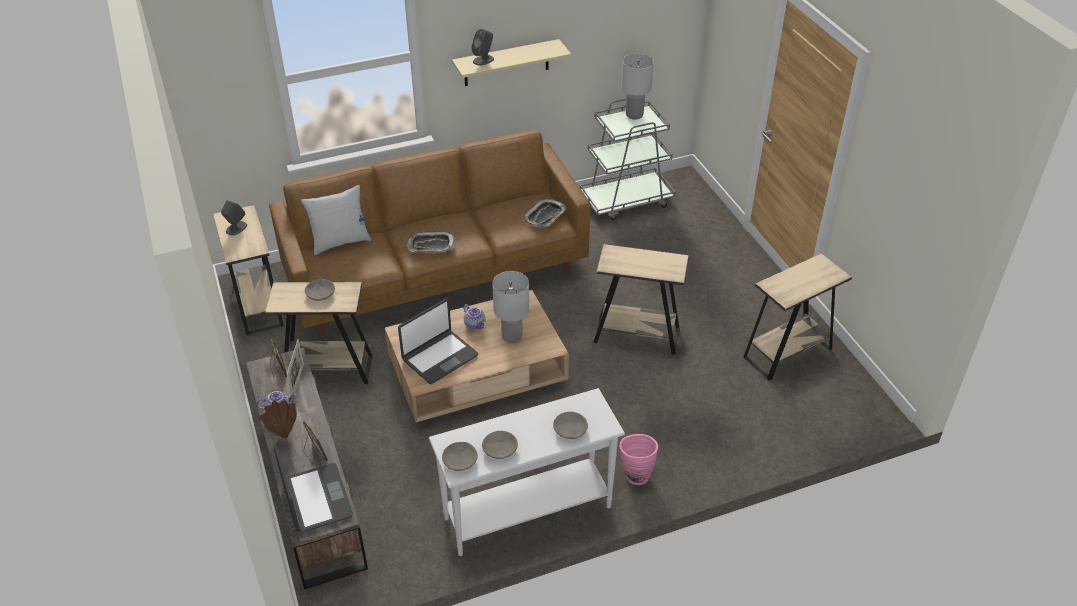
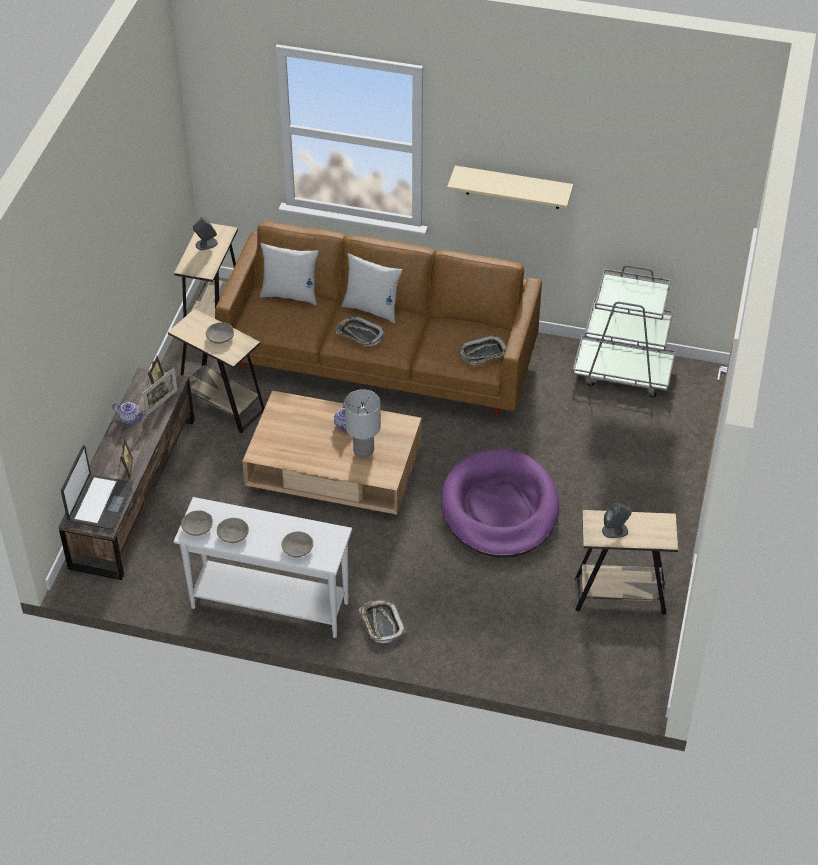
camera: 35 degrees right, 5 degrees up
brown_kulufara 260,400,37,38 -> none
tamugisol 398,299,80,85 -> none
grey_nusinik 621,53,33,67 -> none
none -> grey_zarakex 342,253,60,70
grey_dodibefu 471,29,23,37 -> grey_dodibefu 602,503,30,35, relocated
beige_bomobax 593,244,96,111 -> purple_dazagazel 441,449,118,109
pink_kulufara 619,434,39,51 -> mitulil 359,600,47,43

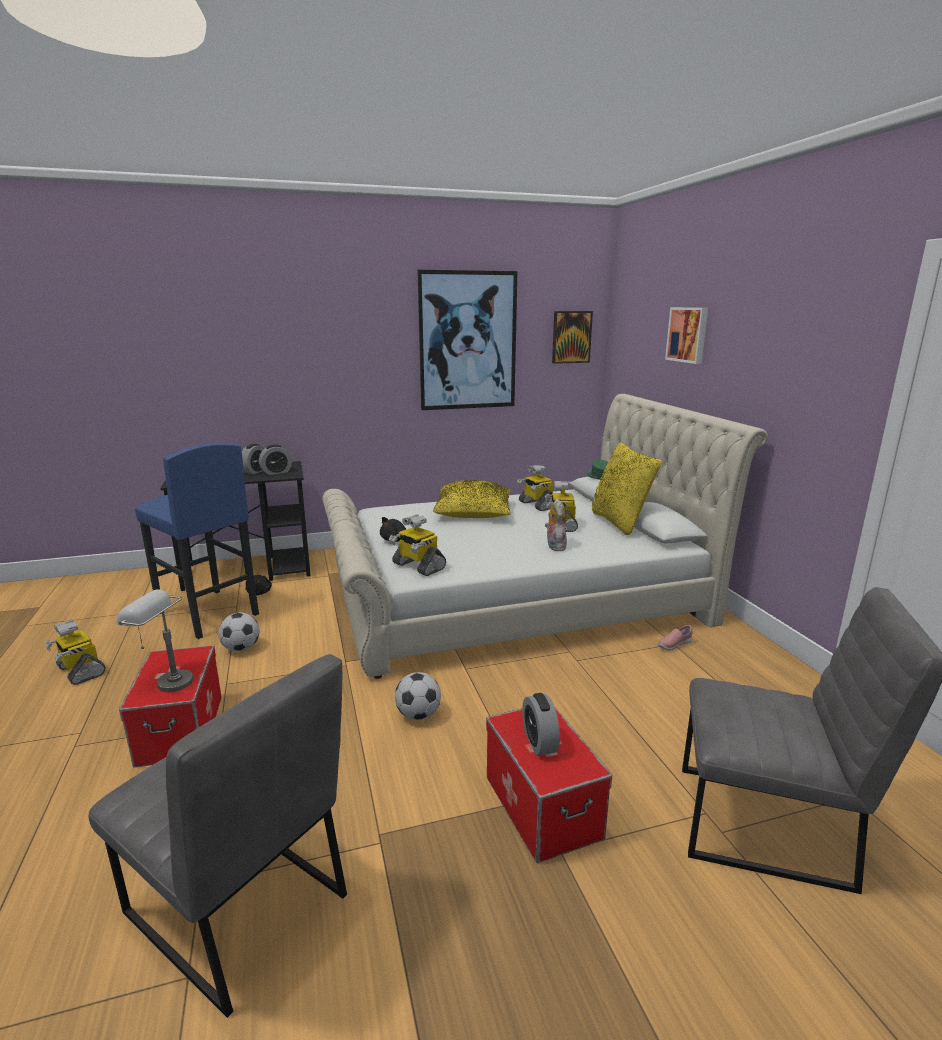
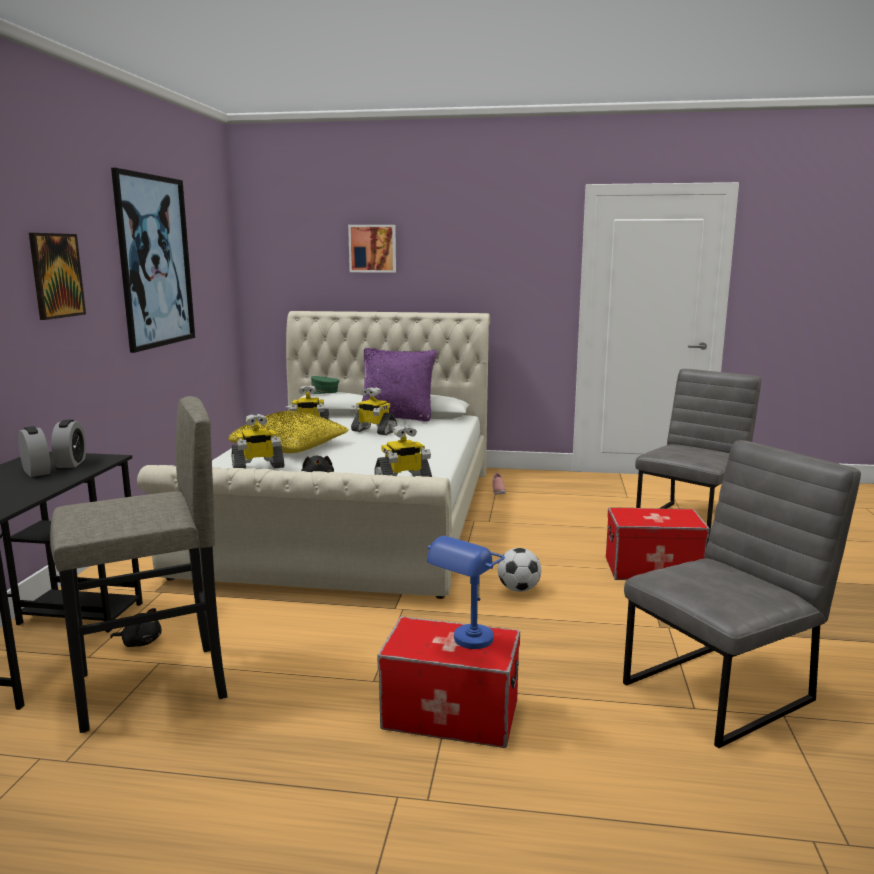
camera: 65 degrees left, 5 degrees down
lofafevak 218,612,42,40 -> none
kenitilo 522,693,38,63 -> none
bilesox 545,499,22,52 -> none
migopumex 45,620,61,65 -> migopumex 232,414,52,55, relocated
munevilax 552,311,41,53 -> munevilax 29,233,57,87, relocated
grey_nusinik 116,589,77,103 -> blue_nusinik 427,536,78,113
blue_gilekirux 135,443,124,196 -> grey_gilekirux 50,396,178,337
yellow_zarakex 592,443,70,92 -> purple_zarakex 362,348,75,74

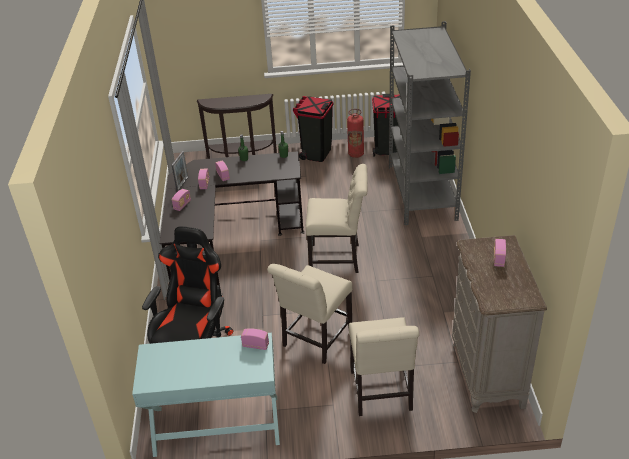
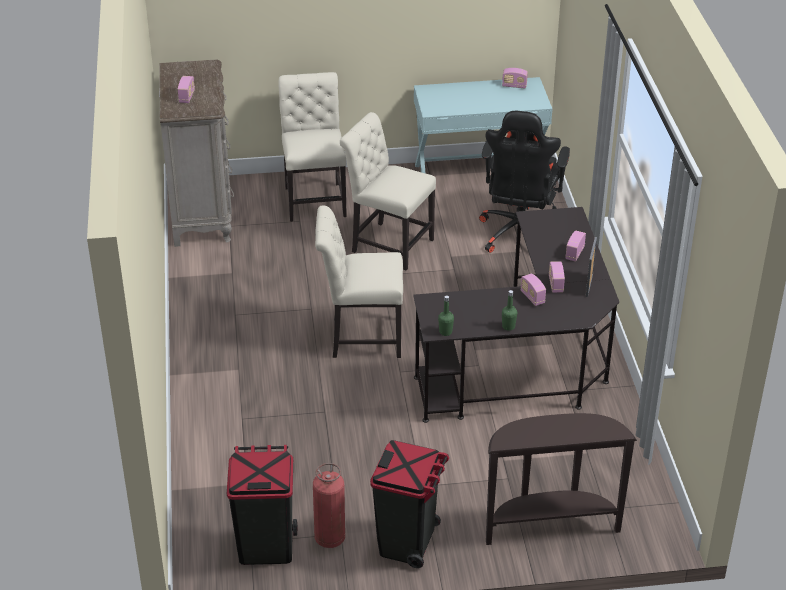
camera: 175 degrees right, 0 degrees up
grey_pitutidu 389,21,82,204 -> none
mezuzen 241,328,28,22 -> mezuzen 502,68,26,21, relocated
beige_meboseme 267,264,85,100 -> beige_meboseme 340,112,96,159, 90 degrees counterclockwise

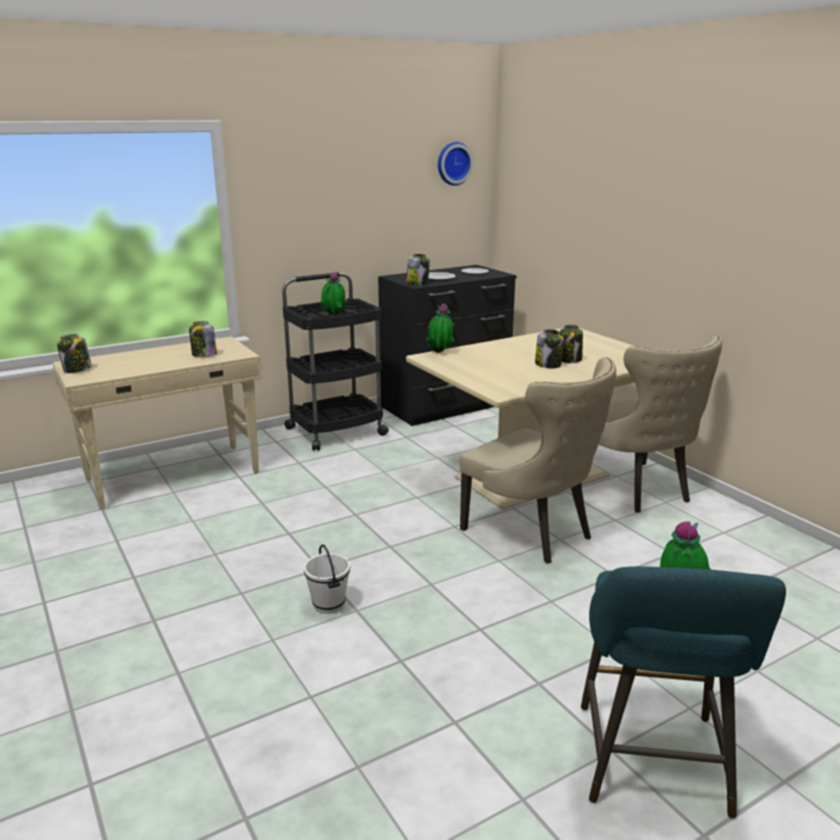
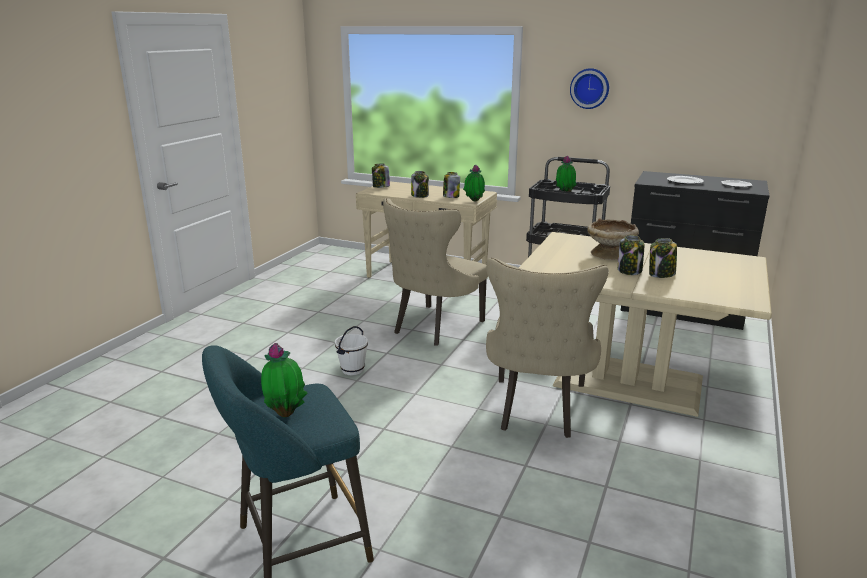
camera: 55 degrees right, 0 degrees up
none -> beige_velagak 587,218,52,42
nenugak 406,254,24,31 -> nenugak 411,171,18,27, relocated
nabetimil 426,303,29,50 -> nabetimil 463,165,22,37, relocated
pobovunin 438,142,35,44 -> pobovunin 570,68,39,41, relocated
beige_meboseme 599,336,123,177 -> beige_meboseme 383,198,105,148, relocated

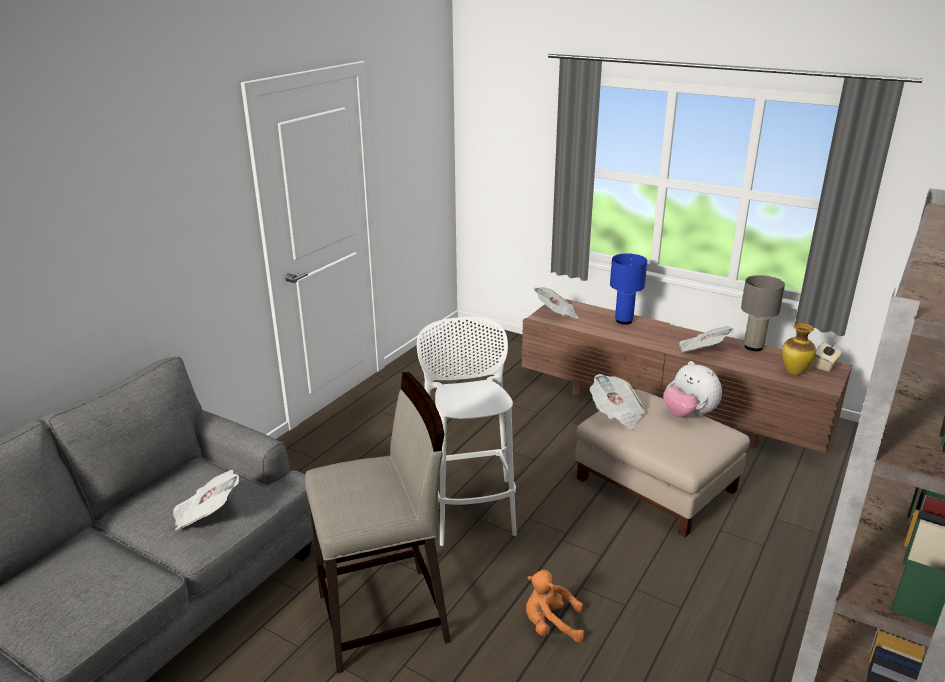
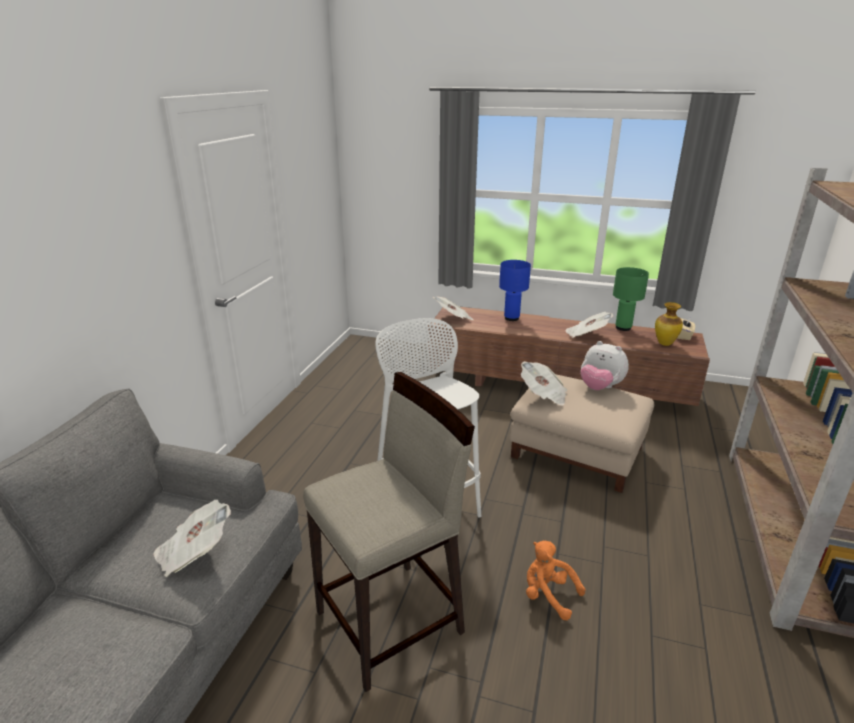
camera: 15 degrees left, 0 degrees up
grey_nusinik 741,275,44,76 -> green_nusinik 613,267,36,64
orange_bilesox 526,570,58,72 -> orange_bilesox 526,541,60,79, 45 degrees clockwise

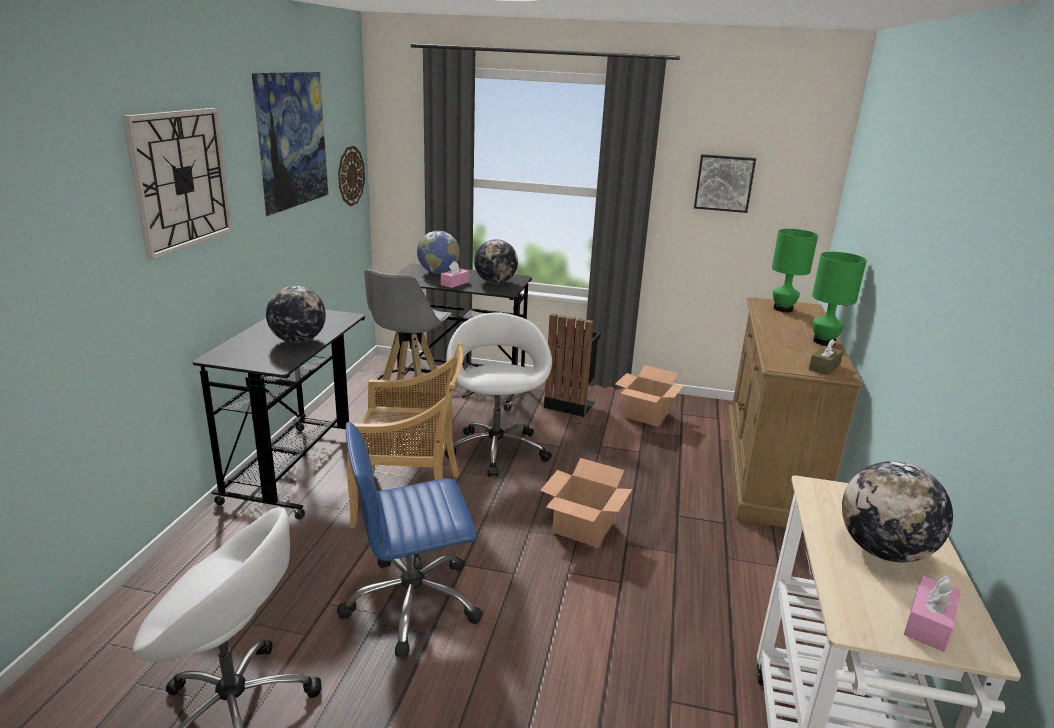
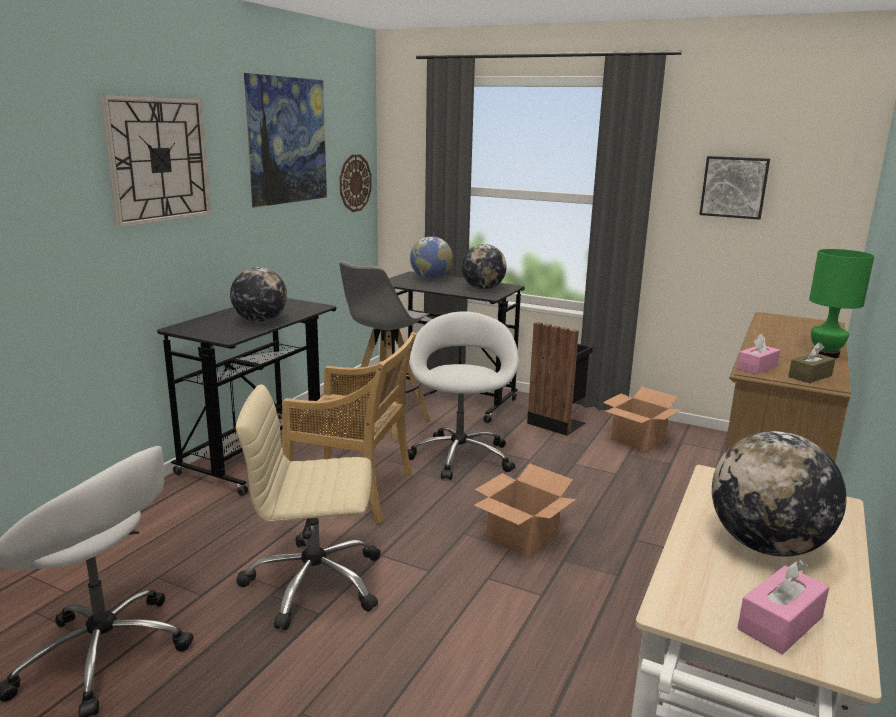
camera: 15 degrees right, 5 degrees down
green_nusinik 772,229,46,83 -> none
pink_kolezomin 441,261,28,27 -> pink_kolezomin 737,333,44,41, relocated
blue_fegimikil 337,422,146,235 -> beige_fegimikil 236,384,145,246

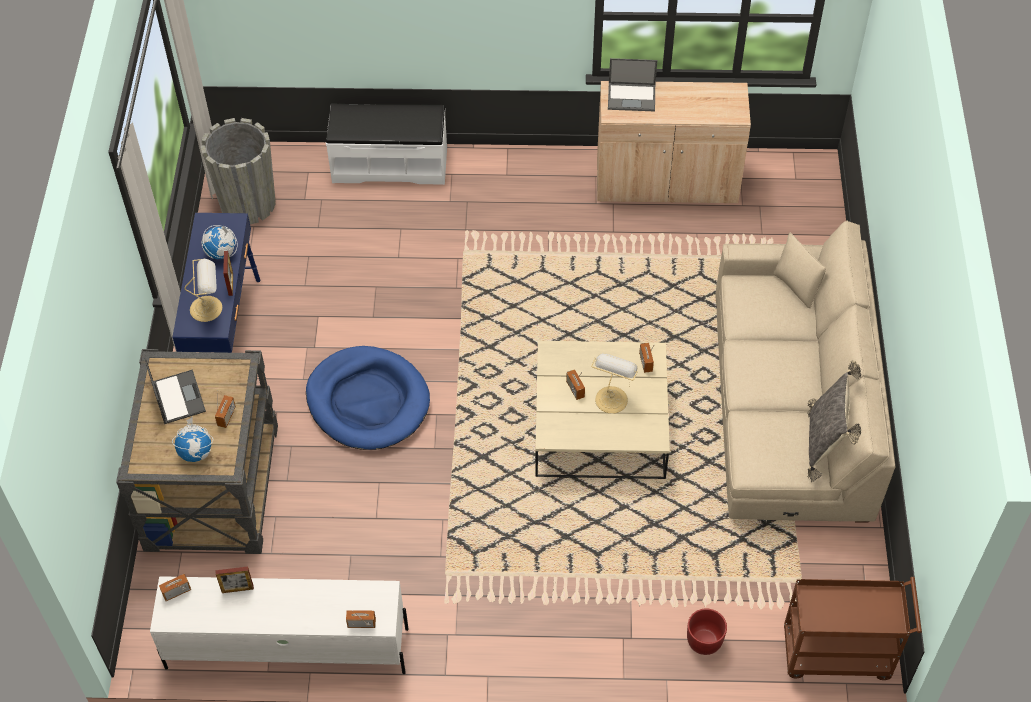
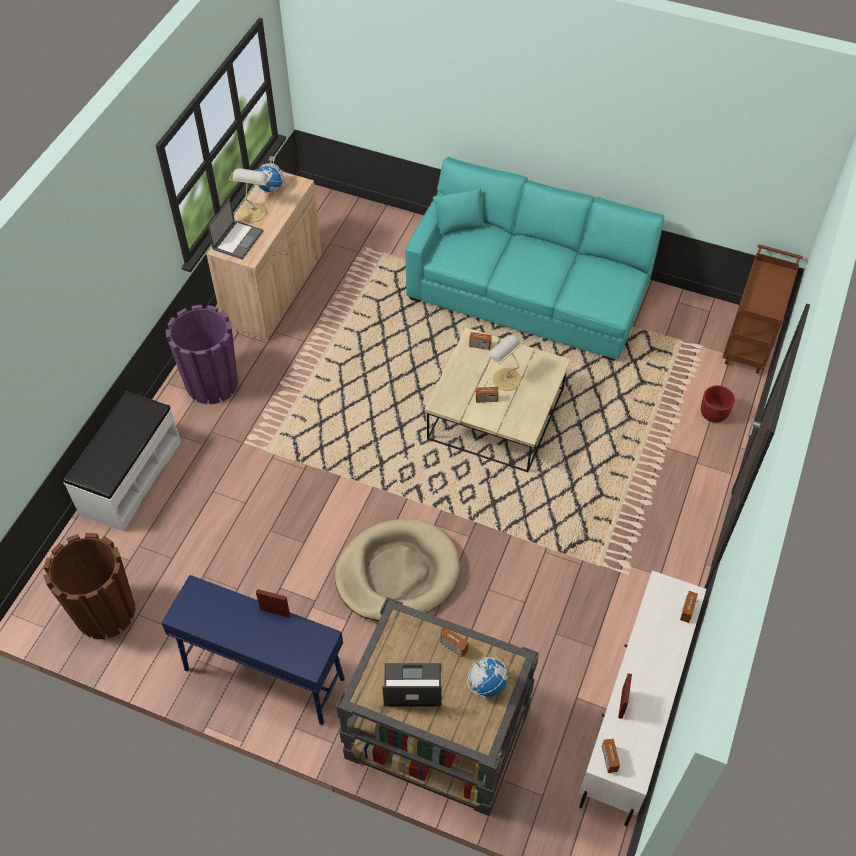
camera: 70 degrees left, 0 degrees up
zarakex 807,360,54,122 -> none
none -> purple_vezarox 166,305,72,99
nusinik 184,259,38,63 -> nusinik 229,168,39,54, relocated
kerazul 202,225,36,34 -> kerazul 255,156,30,36, relocated
grey_vezarox 200,118,76,106 -> brown_vezarox 43,533,93,106
blue_dazagazel 306,346,124,104 -> beige_dazagazel 335,519,125,102
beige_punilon 716,220,179,303 -> turquoise_punilon 405,157,259,204

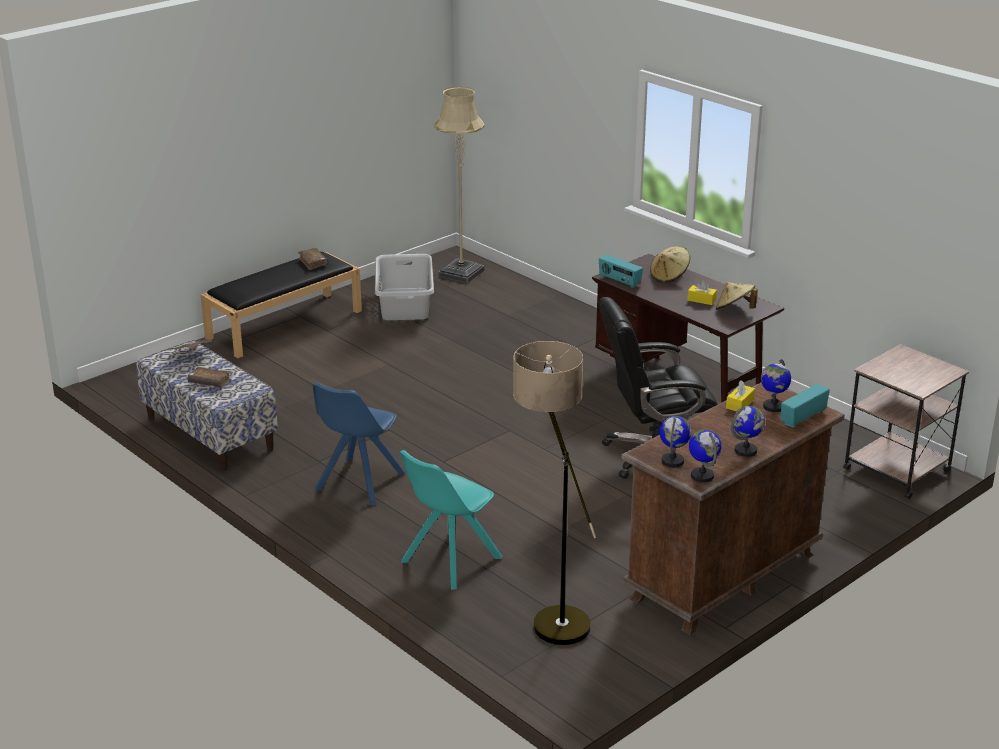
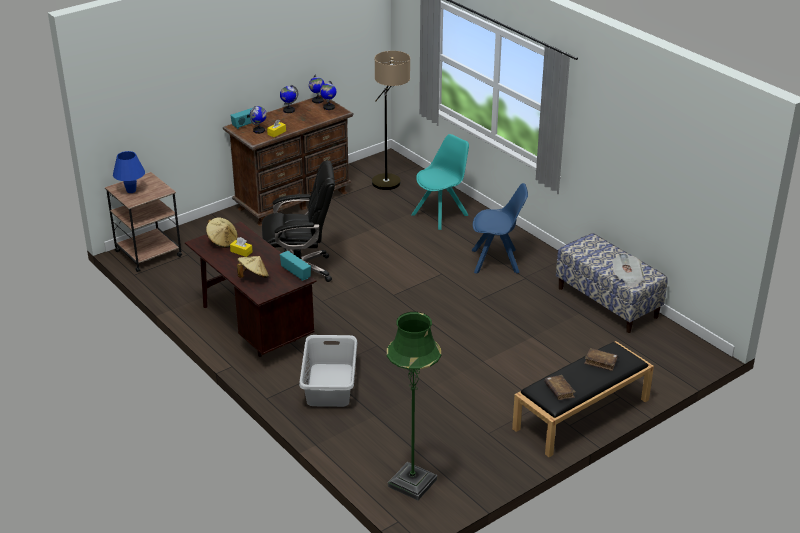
camera: 175 degrees left, 5 degrees up
none -> blue_nusinik 113,151,32,42
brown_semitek 188,367,44,20 -> brown_semitek 584,348,34,23, relocated
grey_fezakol 375,254,59,66 -> grey_fezakol 299,335,58,72, relocated
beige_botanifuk 434,87,51,196 -> green_botanifuk 387,312,54,188
blue_meboseme 313,382,92,124 -> blue_meboseme 471,183,57,91, 60 degrees clockwise

